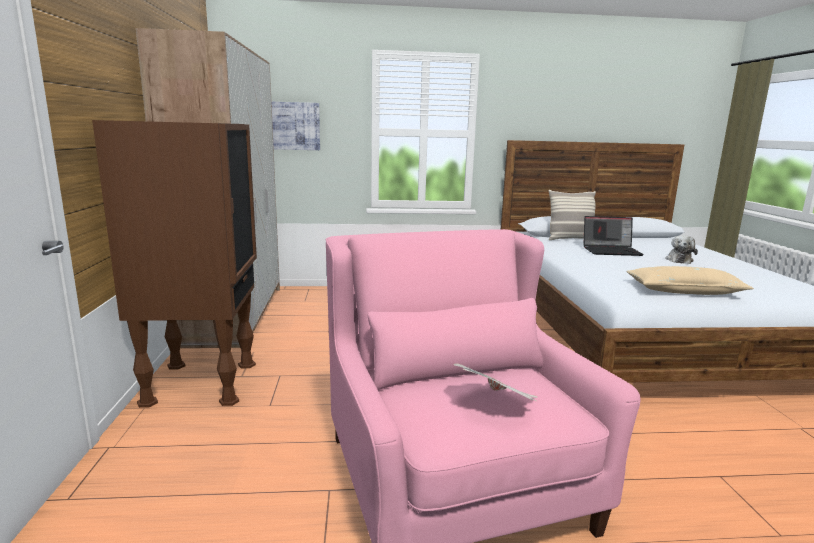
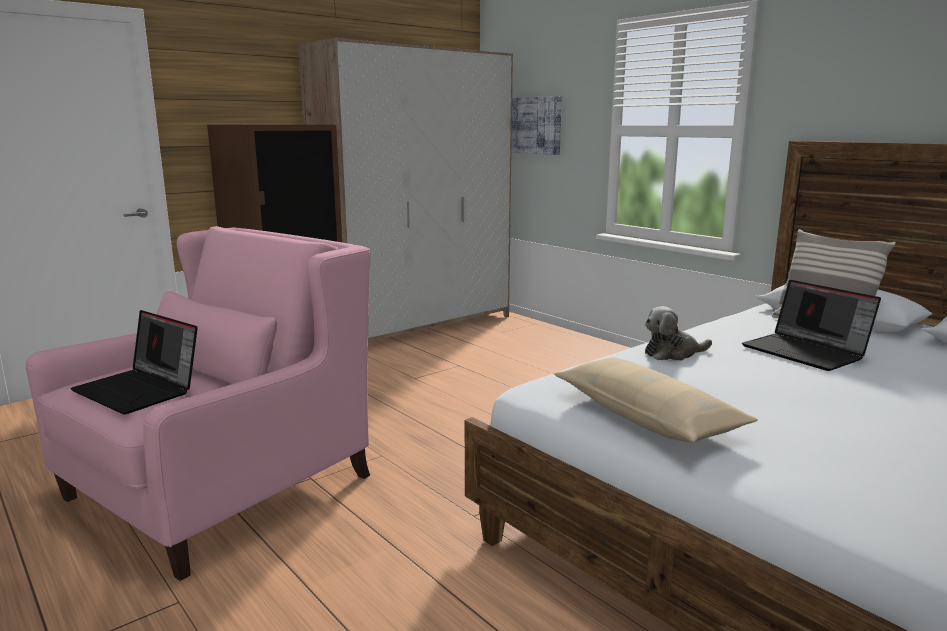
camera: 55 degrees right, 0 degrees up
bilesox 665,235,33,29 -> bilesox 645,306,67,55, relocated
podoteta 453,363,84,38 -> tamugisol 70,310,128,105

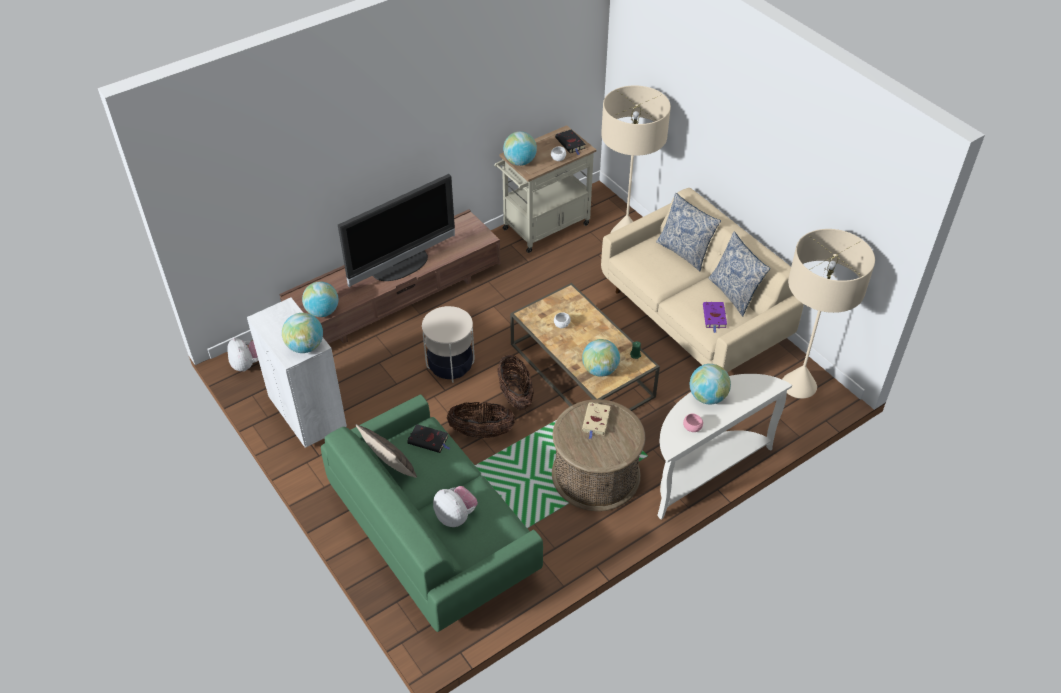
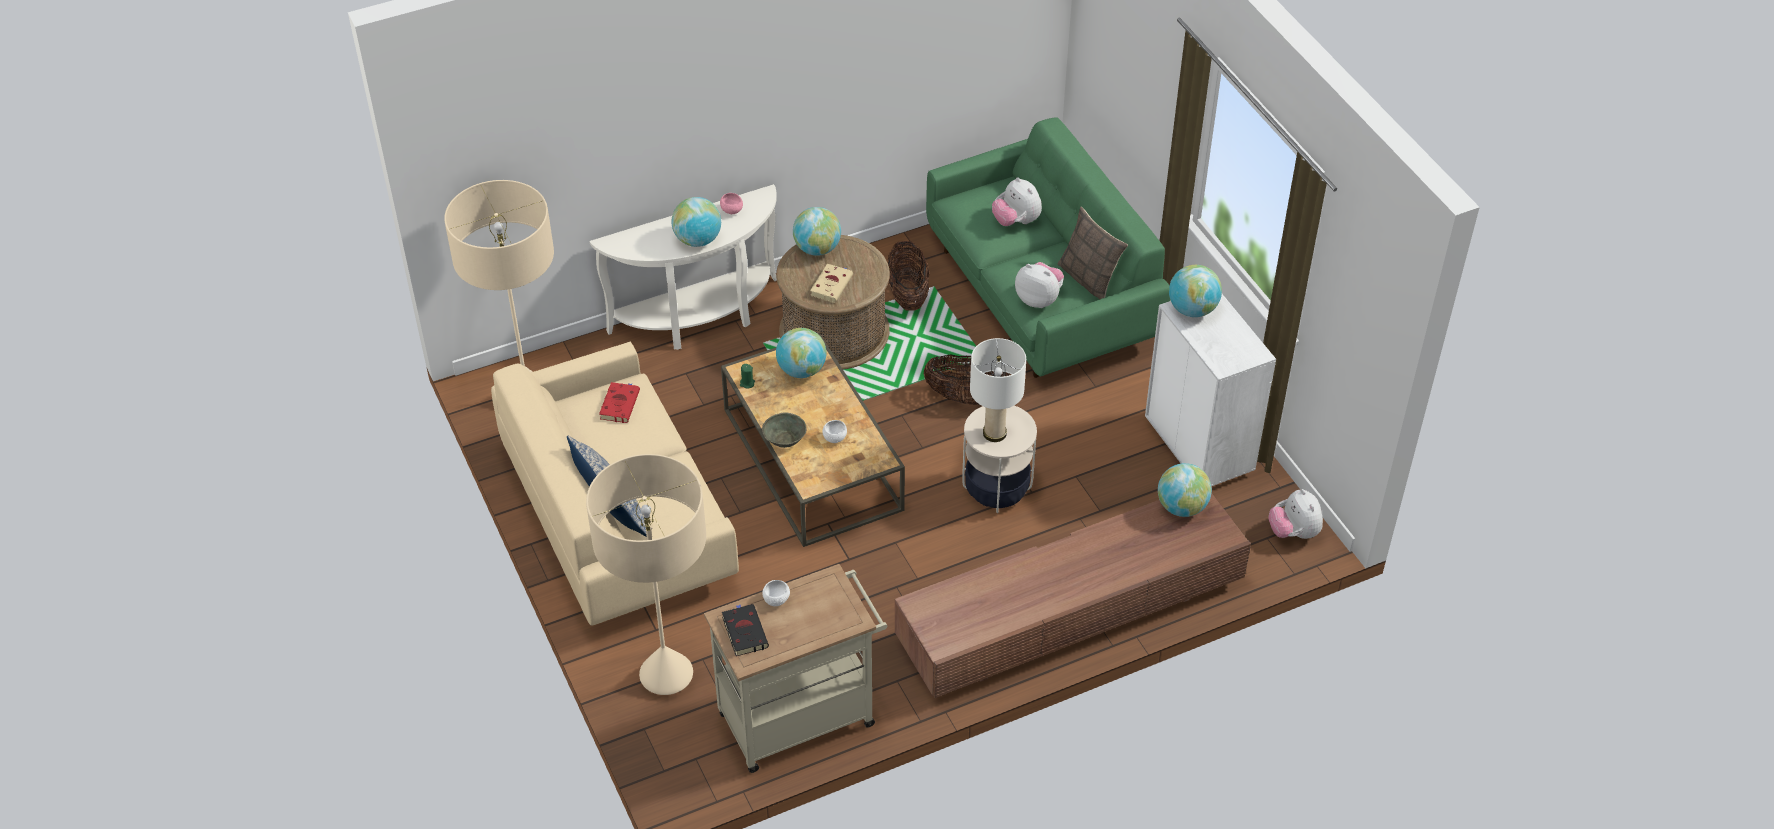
camera: 170 degrees left, 0 degrees up
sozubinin 338,174,117,113 -> none
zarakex 709,232,61,84 -> none
none -> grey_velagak 762,413,45,35
none -> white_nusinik 970,338,56,104
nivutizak 497,355,37,55 -> nivutizak 888,240,42,71, relocated
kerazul 503,131,34,35 -> kerazul 793,207,48,49, relocated
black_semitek 407,424,44,29 -> bilesox 1015,262,49,46
purple_semitek 703,302,24,31 -> red_semitek 599,382,41,41

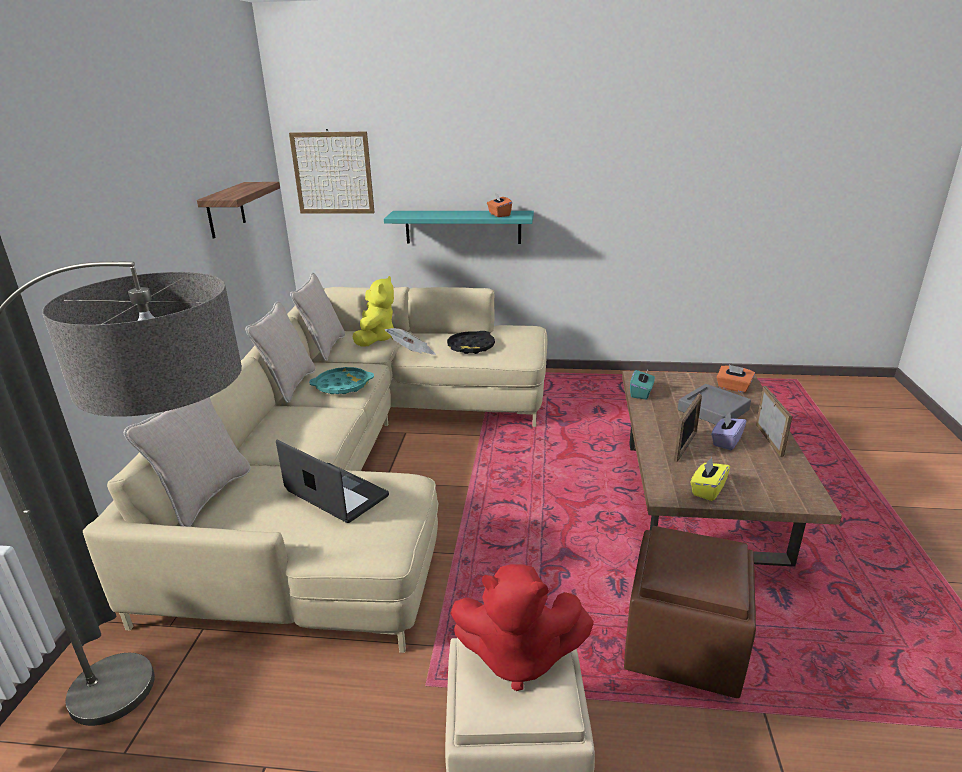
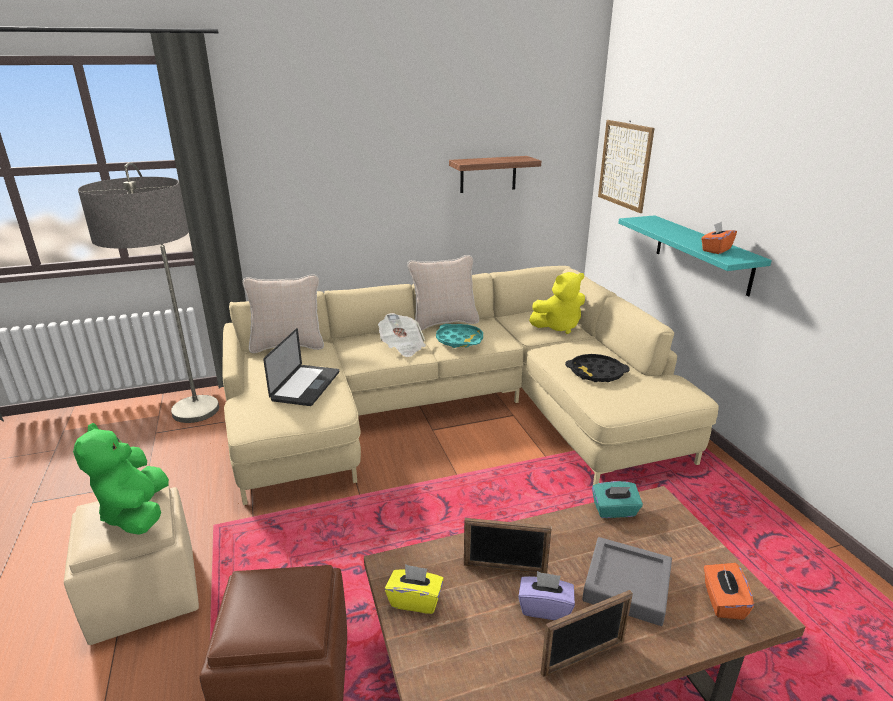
camera: 65 degrees right, 0 degrees up
beige_zarakex 290,273,55,88 -> none
podoteta 385,328,51,27 -> podoteta 378,313,48,44, relocated
red_bilesox 450,564,144,127 -> green_bilesox 73,423,96,112

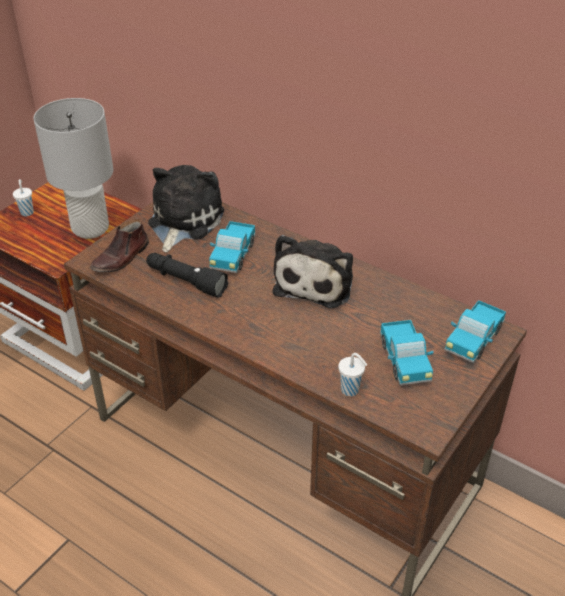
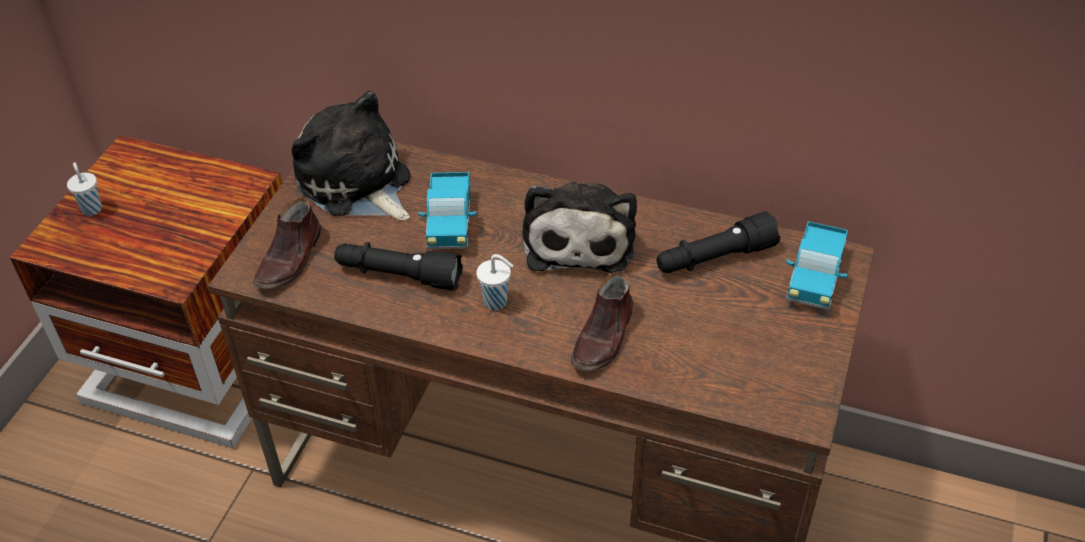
camera: 15 degrees left, 5 degrees up
grey_nusinik 34,98,79,141 -> none
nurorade 380,320,54,65 -> none
none -> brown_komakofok 571,271,62,100
none -> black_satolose 656,211,124,62
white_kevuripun 338,353,29,43 -> white_kevuripun 476,254,37,56, relocated
bilesox 148,165,76,87 -> bilesox 292,91,118,129, 45 degrees counterclockwise

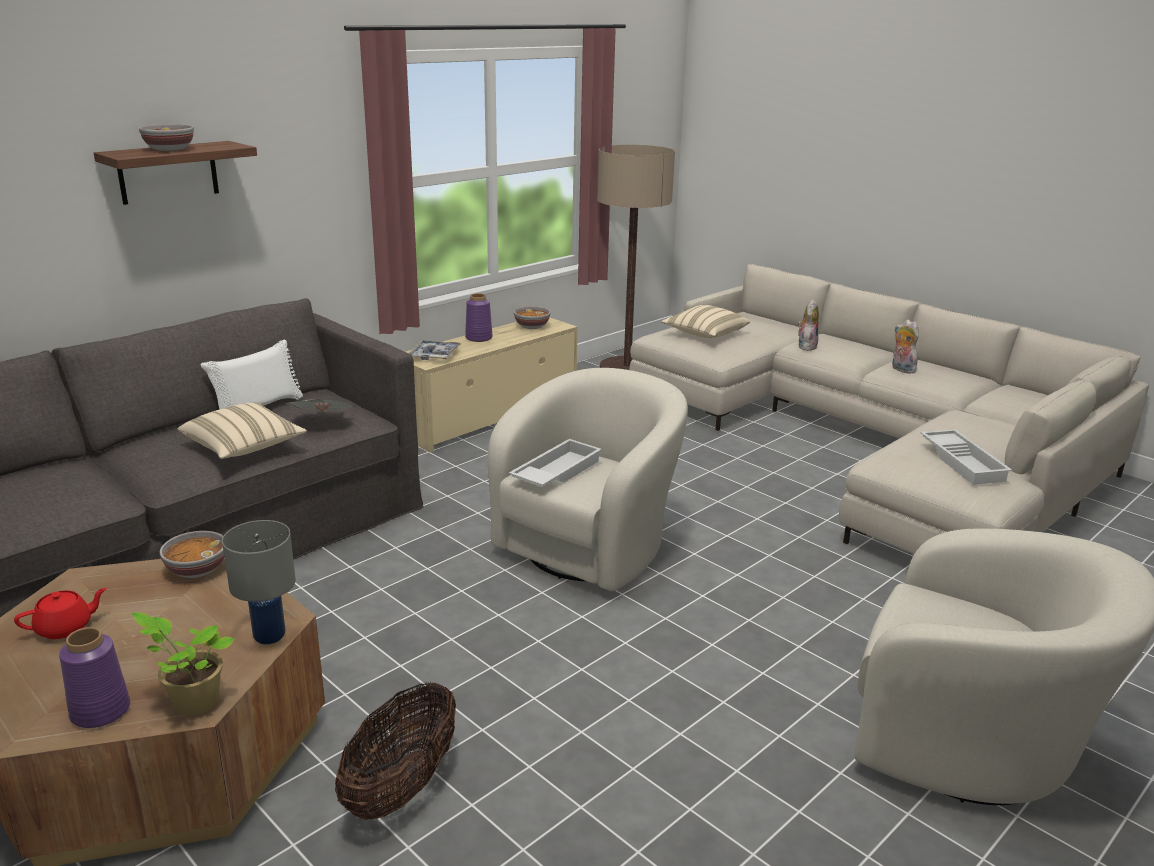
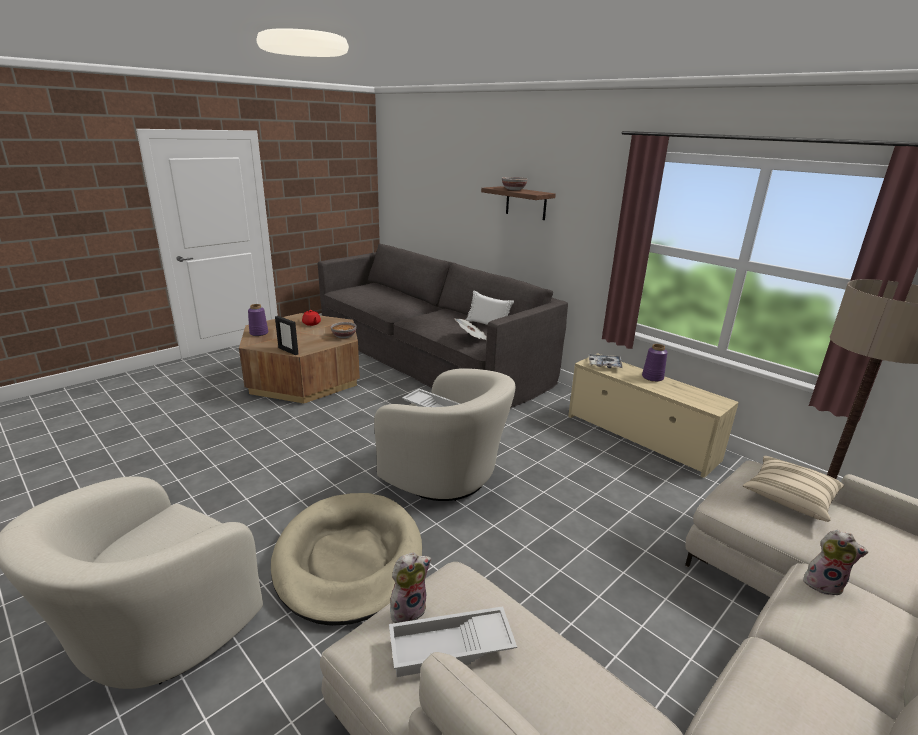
camera: 90 degrees right, 0 degrees up
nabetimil 132,613,103,103 -> none
beige_zarakex 177,403,130,56 -> none
nivutizak 335,682,121,138 -> none
velagak 514,306,36,23 -> none
none -> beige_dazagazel 271,493,151,133
bilesox 892,320,27,54 -> bilesox 390,552,41,71, relocated
grey_nusinik 222,520,74,124 -> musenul 275,316,23,39

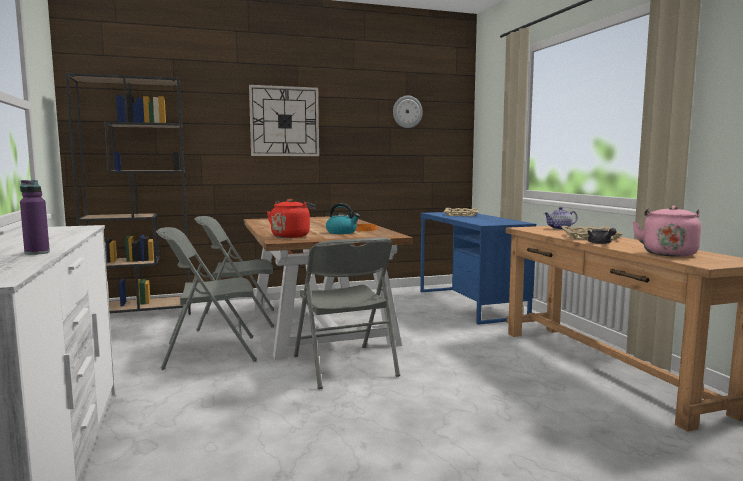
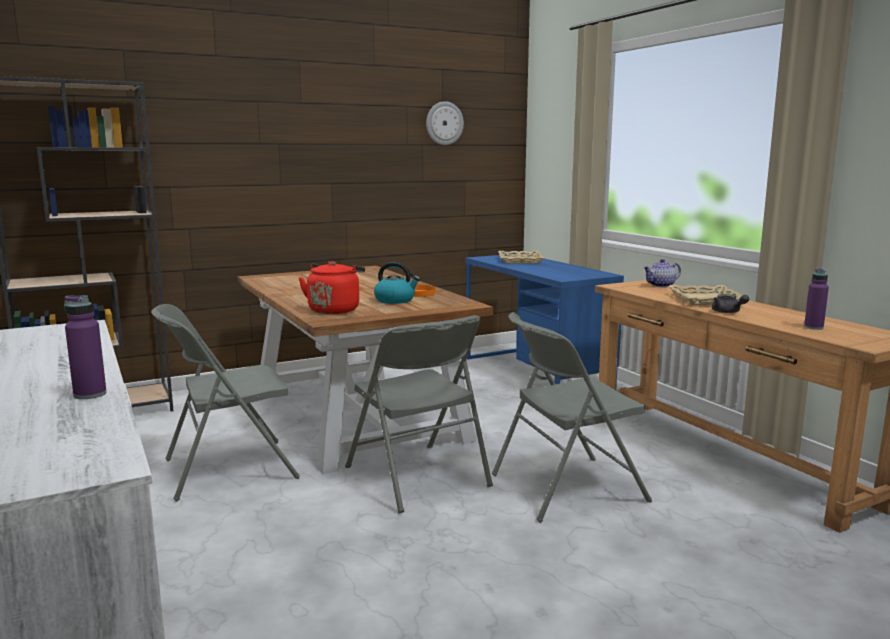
camera: 10 degrees left, 5 degrees up
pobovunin 249,85,70,71 -> none
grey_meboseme 194,216,80,115 -> grey_meboseme 492,312,160,211, relocated
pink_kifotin 632,206,69,51 -> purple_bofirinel 804,268,25,62

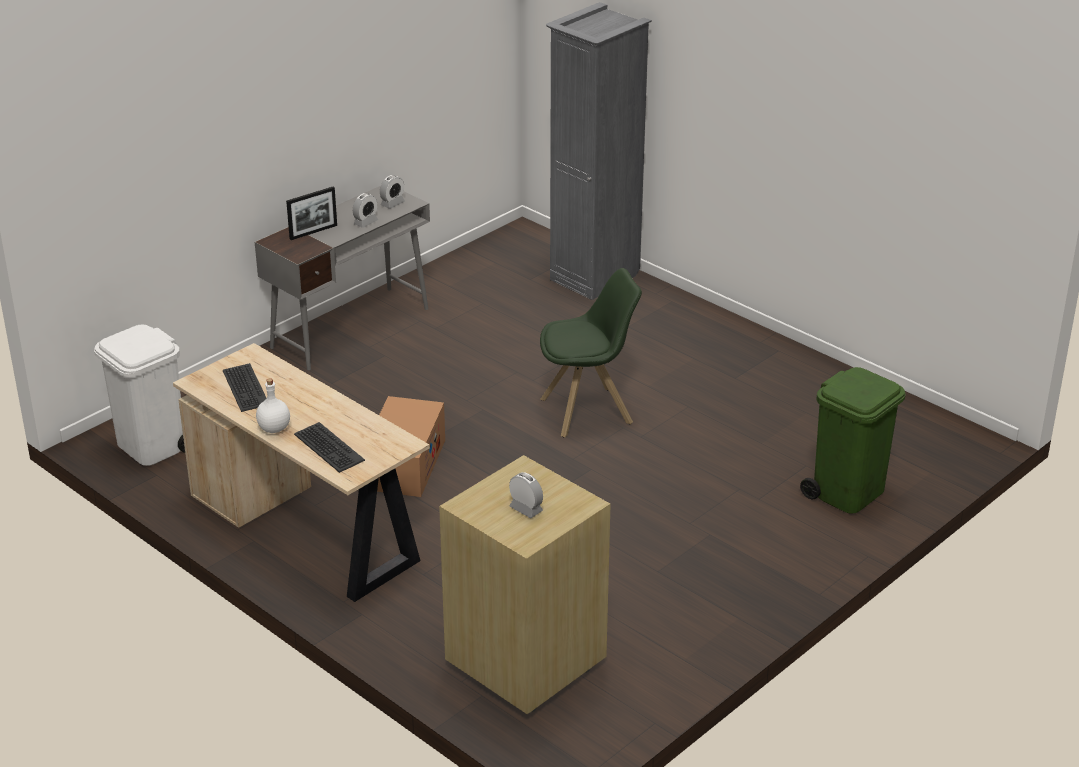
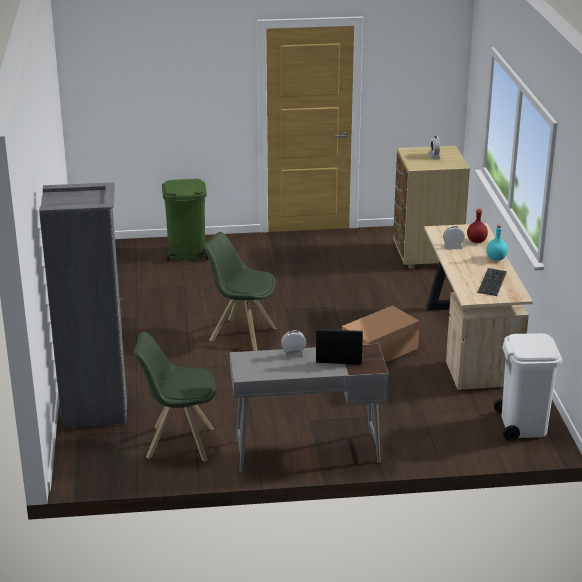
camera: 140 degrees left, 5 degrees down
none -> green_meboseme 134,332,82,130
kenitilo 380,175,25,34 -> kenitilo 443,226,22,24, relocated
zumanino 294,422,71,51 -> red_bofirinel 467,208,21,35
white_bofirinel 256,378,34,55 -> turquoise_bofirinel 486,225,22,36

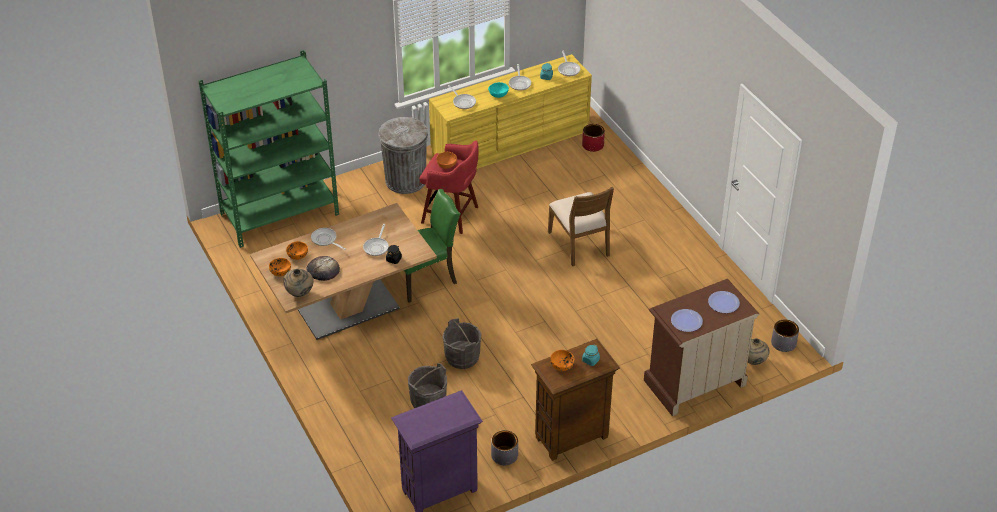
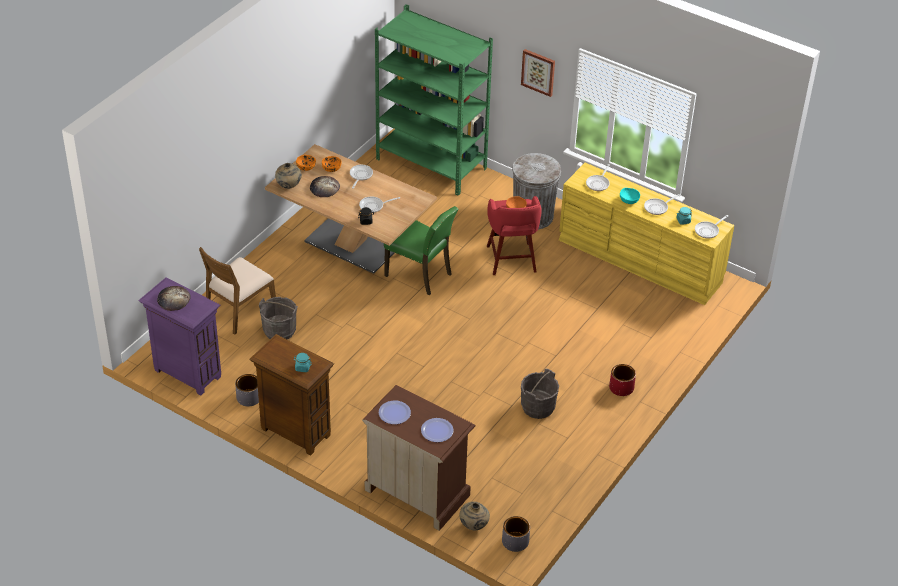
camera: 60 degrees right, 0 degrees up
orange_velagak 550,350,24,21 -> none
none -> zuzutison 157,286,34,25
none -> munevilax 521,49,34,48
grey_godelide 443,318,38,51 -> grey_godelide 521,369,38,50, relocated
brown_meboseme 548,187,66,79 -> brown_meboseme 199,247,77,88, relocated
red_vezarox 582,124,23,28 -> red_vezarox 609,364,27,32, relocated

